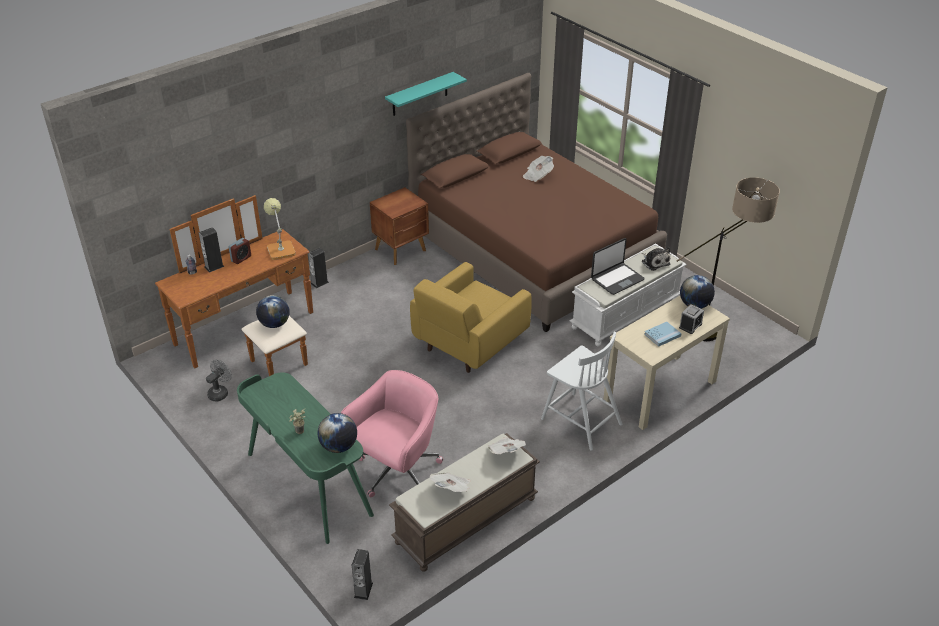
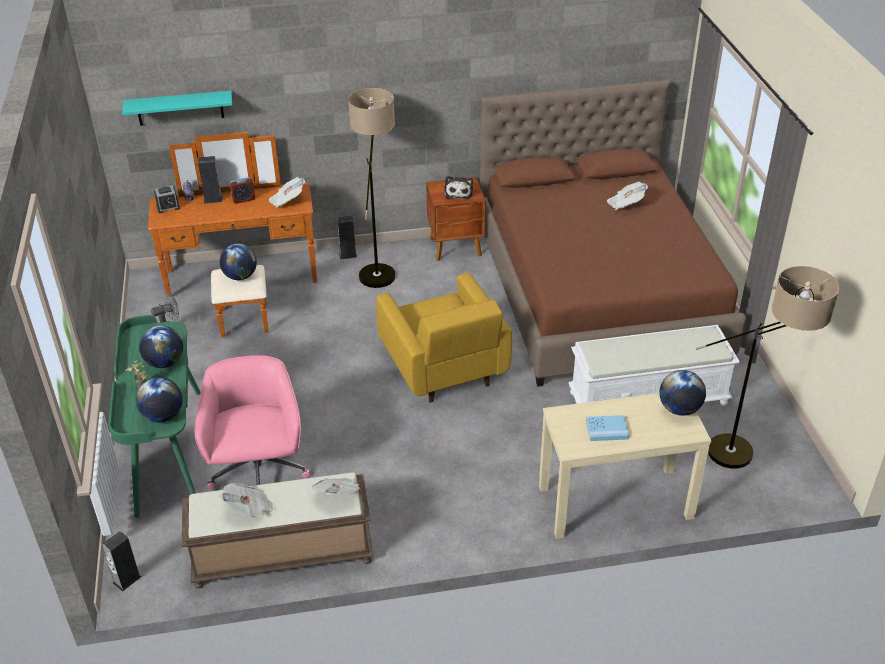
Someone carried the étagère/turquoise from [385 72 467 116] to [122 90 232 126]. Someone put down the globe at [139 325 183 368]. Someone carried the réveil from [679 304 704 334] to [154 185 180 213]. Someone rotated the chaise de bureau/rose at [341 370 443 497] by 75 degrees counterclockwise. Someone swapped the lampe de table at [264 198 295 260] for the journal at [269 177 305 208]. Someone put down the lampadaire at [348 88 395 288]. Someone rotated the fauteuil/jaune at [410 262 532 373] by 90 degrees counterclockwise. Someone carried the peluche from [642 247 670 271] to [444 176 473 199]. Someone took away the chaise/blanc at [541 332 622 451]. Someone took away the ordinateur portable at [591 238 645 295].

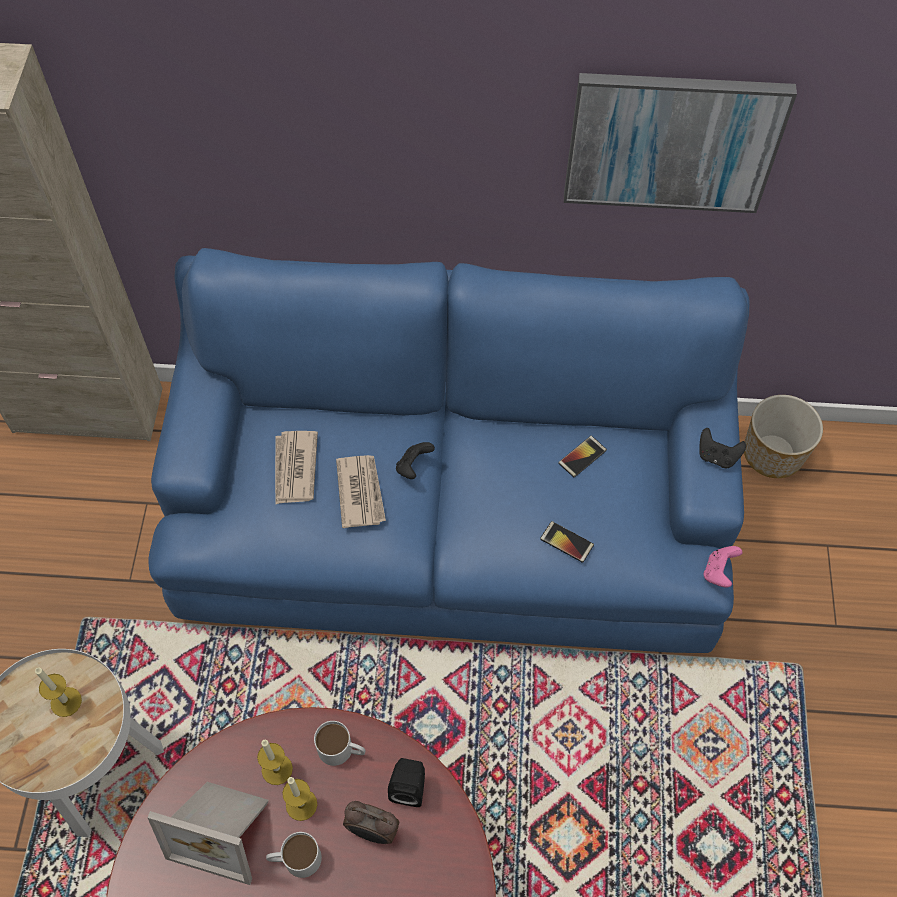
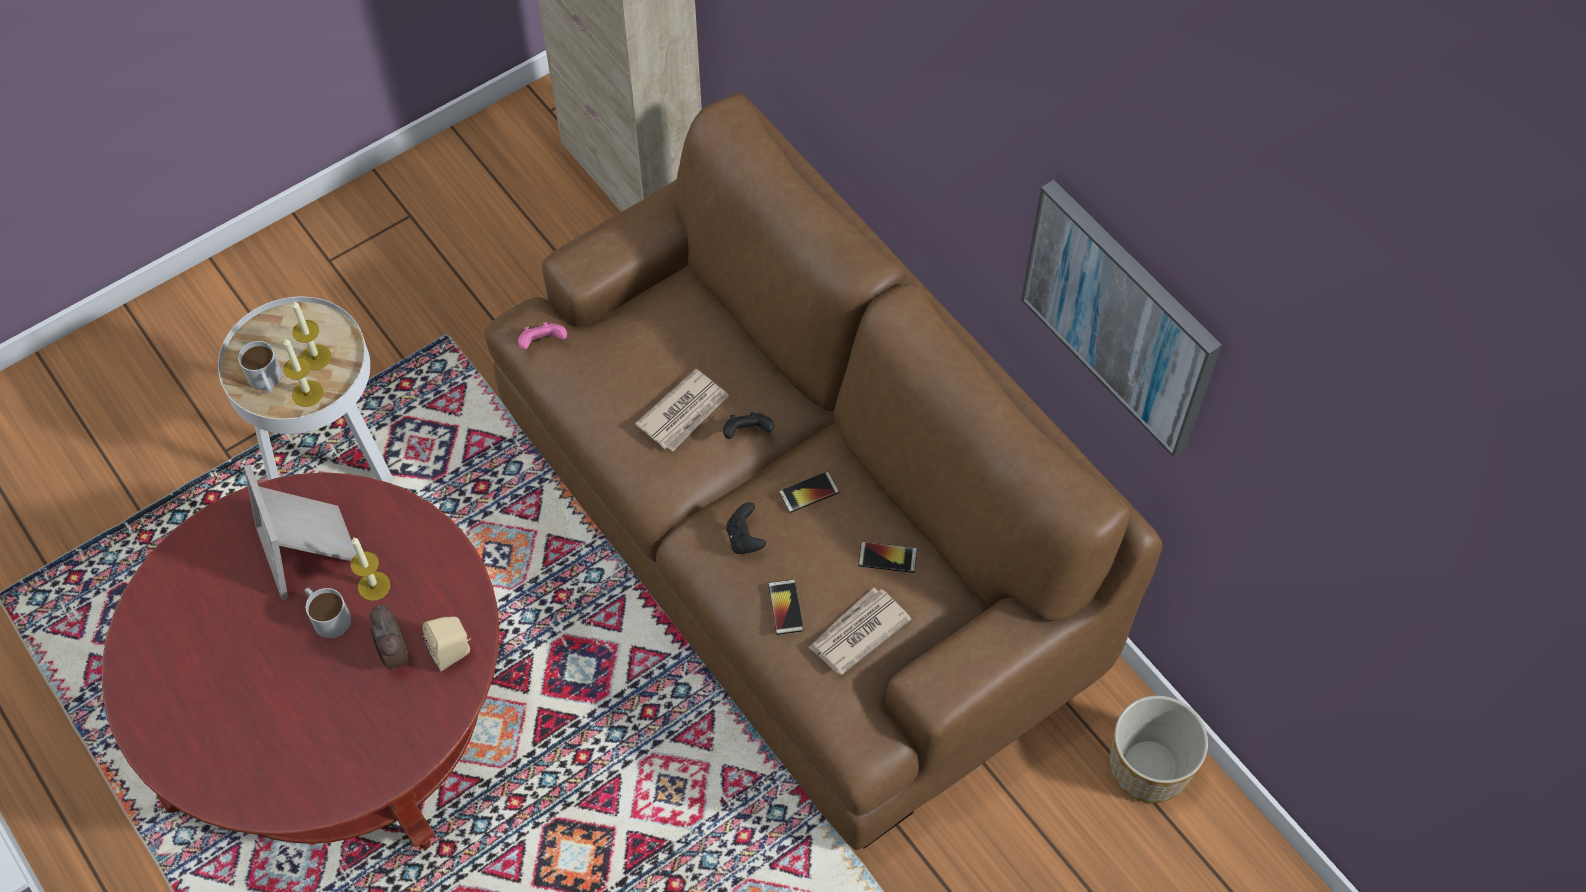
Someone carried the mug/blanc from [314 721 366 766] to [238 341 282 394]. Someone carried the bougie from [257 740 293 785] to [283 338 323 407]. Someone repainted the enceinte/noir at [388 758 425 807], which became the enceinte/beige at [423 617 471 672]. Someone repainted the canapé/bleu at [149 248 750 653], which became the canapé/marron at [484 92 1162 850]. Someone carried the manette/rose from [704 546 742 588] to [518 322 567 350]. Someone carried the manette/noir from [699 428 746 468] to [726 502 766 554]. Someone put down the téléphone at [779 471 839 513]. Someone carried the journal from [275 431 318 505] to [809 588 911 675].

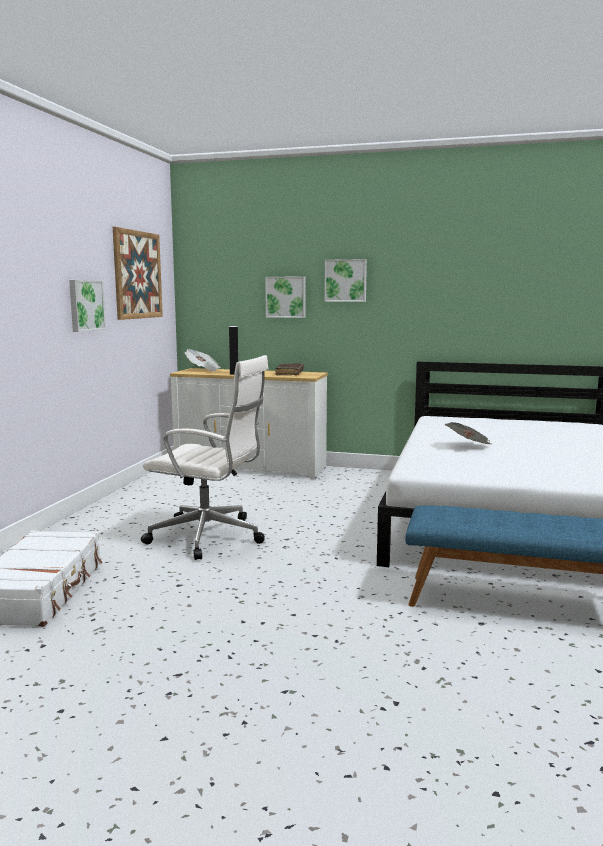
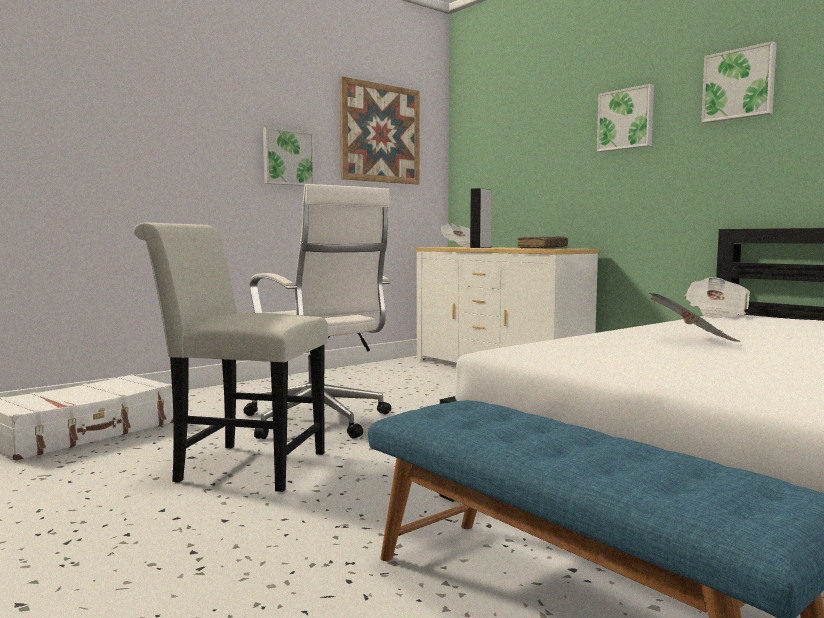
Someone put down the chaise/blanc at [134 223 328 492]. Someone put down the journal at [685 277 750 318]. Someone carried the tableau from [265 276 306 318] to [701 41 777 123].

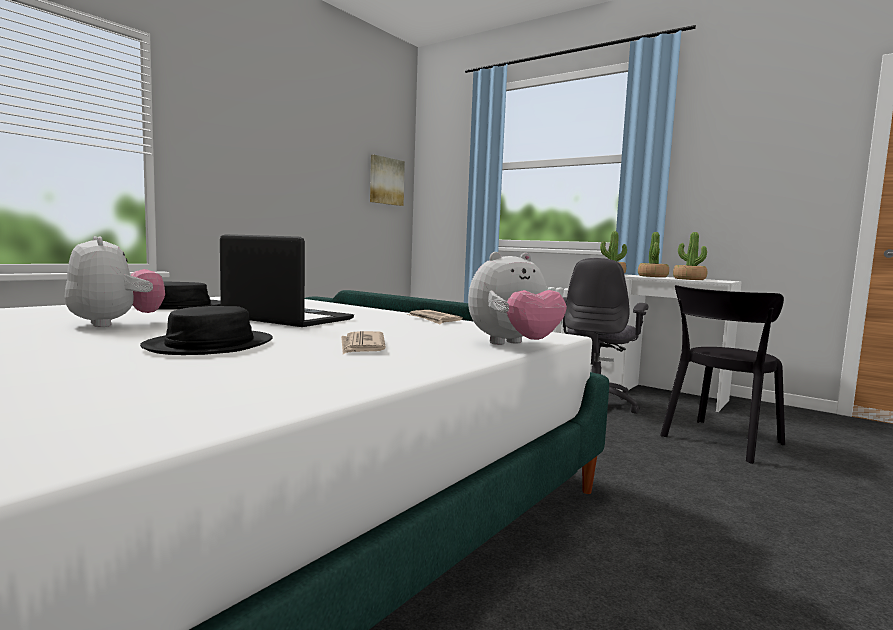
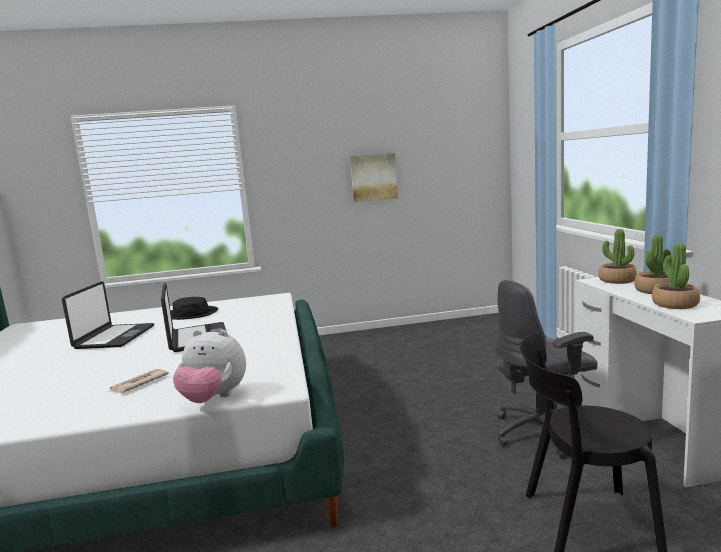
Someone swapped the peluche at [65 236 165 327] for the ordinateur portable at [62 281 154 349]. Someone carried the tableau from [370 155 405 206] to [350 153 398 202]. Someone took away the chapeau/noir at [140 306 273 355]. Someone took away the journal at [407 310 463 324].

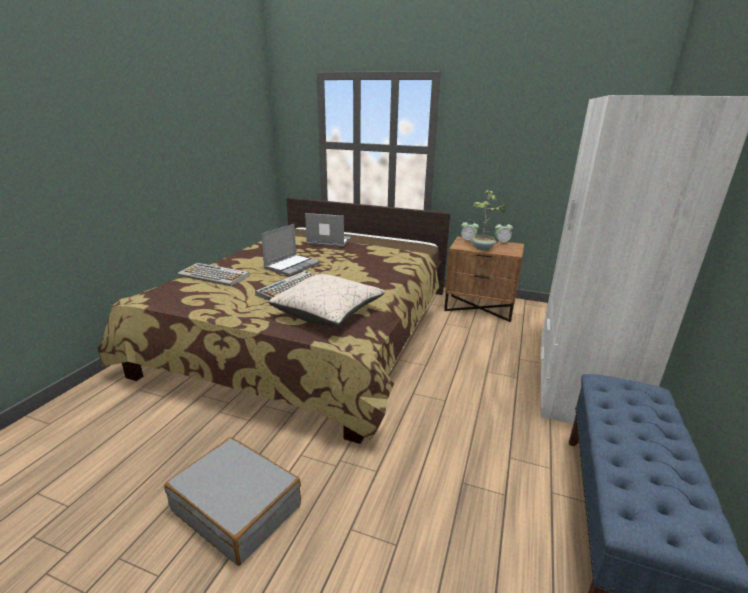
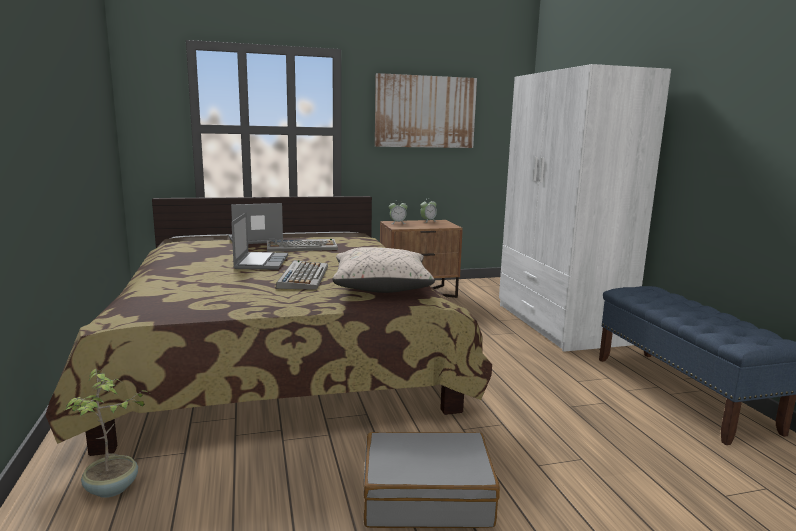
Someone carried the plante en pot from [472 190 507 250] to [65 368 149 498]. Someone carried the clavier from [178 263 250 286] to [267 239 338 252]. Someone put up the tableau at [375 73 477 148].

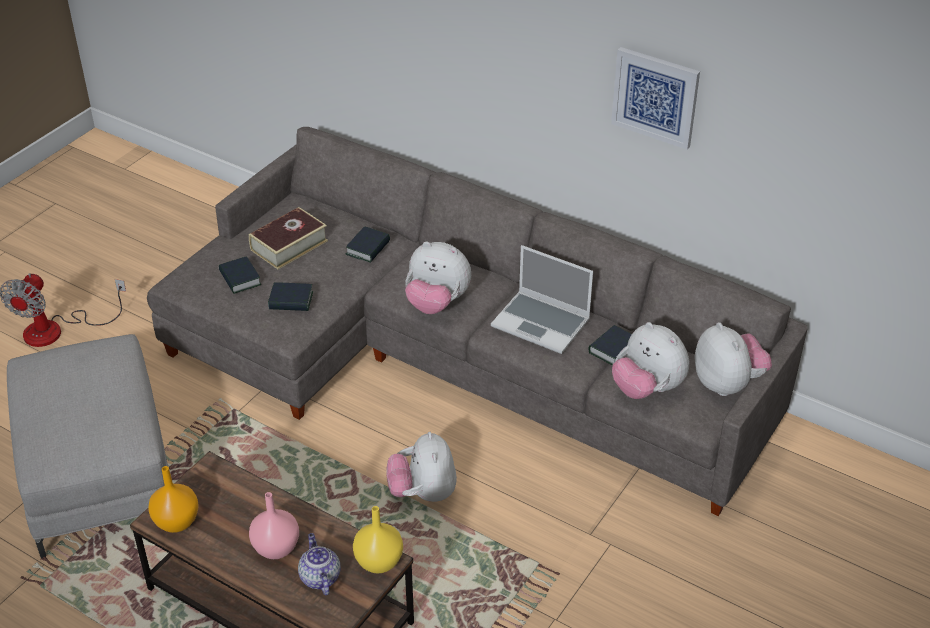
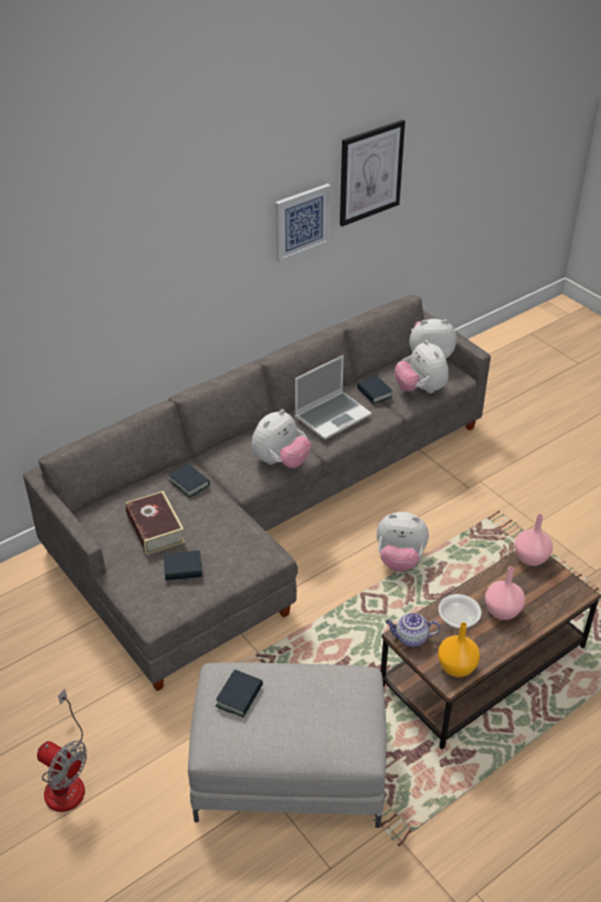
Someone carried the livre from [268 282 313 311] to [216 670 263 717]. Someone put up the tableau at [340 120 405 227]. Someone carried the théière from [298 533 341 595] to [386 613 441 647]. Someone rotated the peluche at [612 322 689 399] by 90 degrees clockwise. Someone put down the bol at [438 594 481 629]. Someone repainted the vase/jaune at [353 506 403 574], which became the vase/rose at [515 514 553 566].

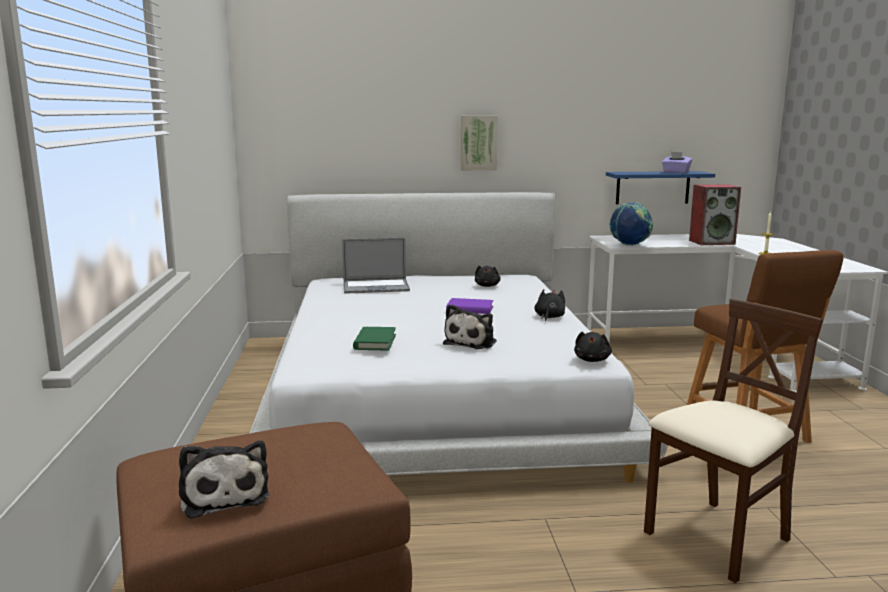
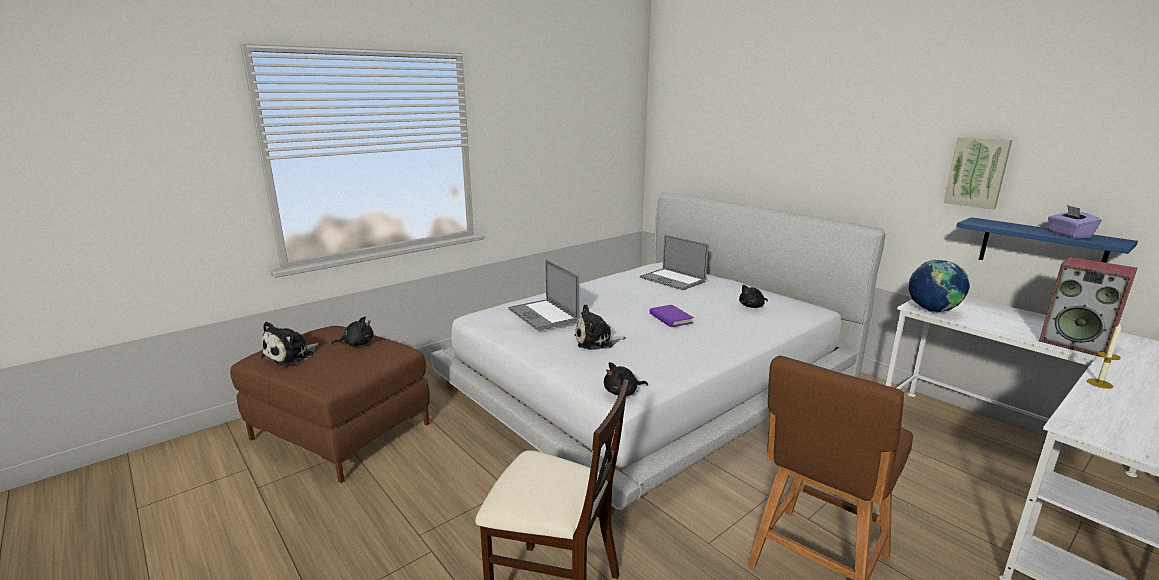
Someone carried the peluche/noir from [534 289 565 322] to [331 317 374 346]. Someone swapped the livre/vert at [353 327 396 351] for the ordinateur portable at [508 260 579 331]. Someone carried the tableau from [461 116 498 171] to [944 137 1012 209].

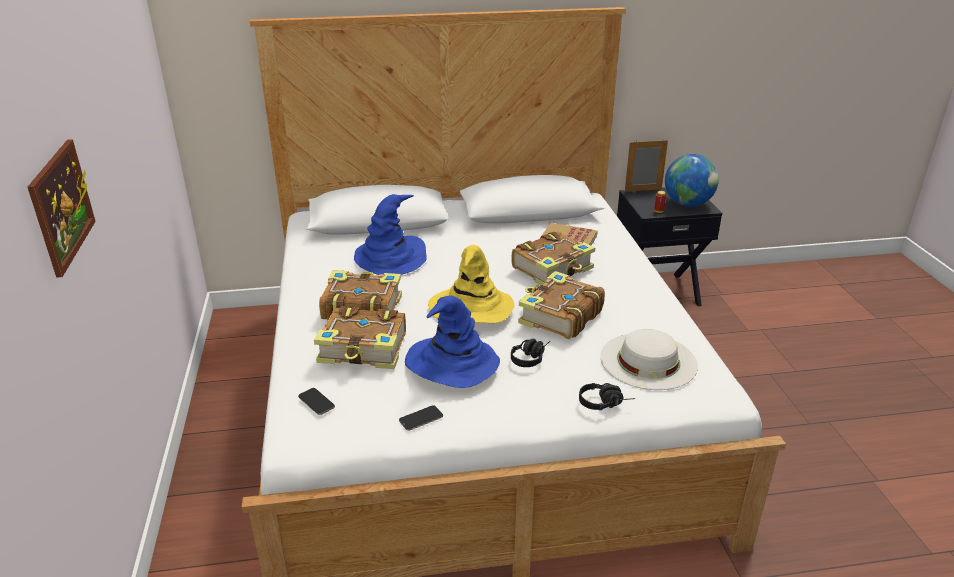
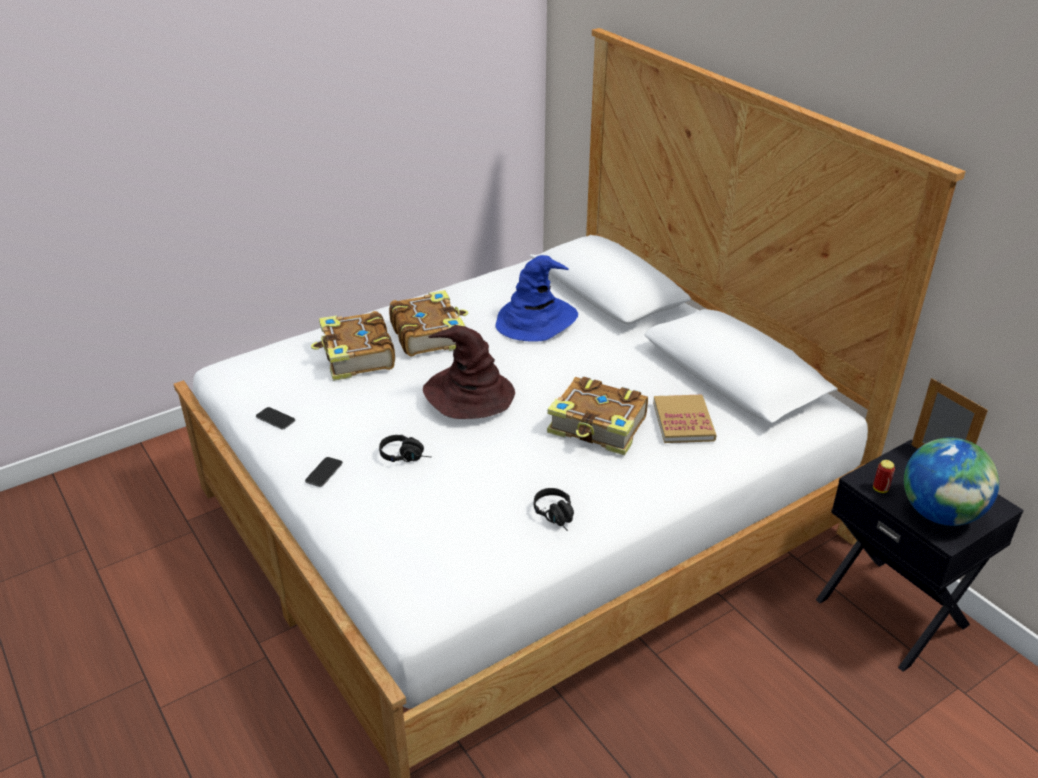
Someone carried the téléphone from [298 388 335 415] to [305 457 343 487]. Someone repainted the chapeau/jaune at [428 245 515 323], which became the chapeau/marron at [423 325 515 419]. Someone carried the casque audio/noir from [579 383 635 410] to [534 488 574 531]. Someone took away the tableau at [28 139 96 278]. Someone took away the chapeau/bleu at [405 296 500 388]. Someone took away the livre at [518 271 605 339]. Someone took away the chapeau/blanc at [600 329 698 390].

